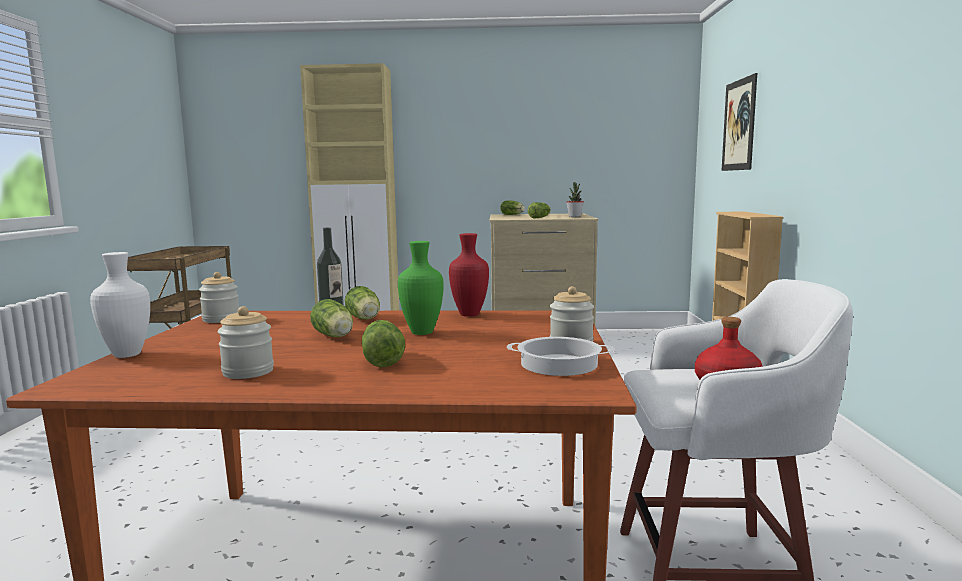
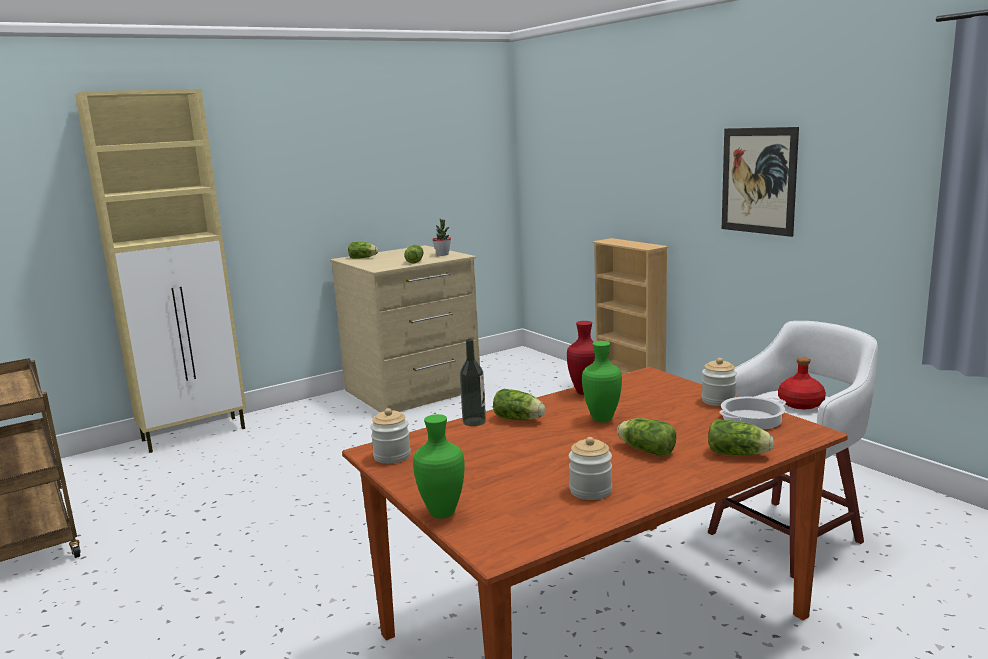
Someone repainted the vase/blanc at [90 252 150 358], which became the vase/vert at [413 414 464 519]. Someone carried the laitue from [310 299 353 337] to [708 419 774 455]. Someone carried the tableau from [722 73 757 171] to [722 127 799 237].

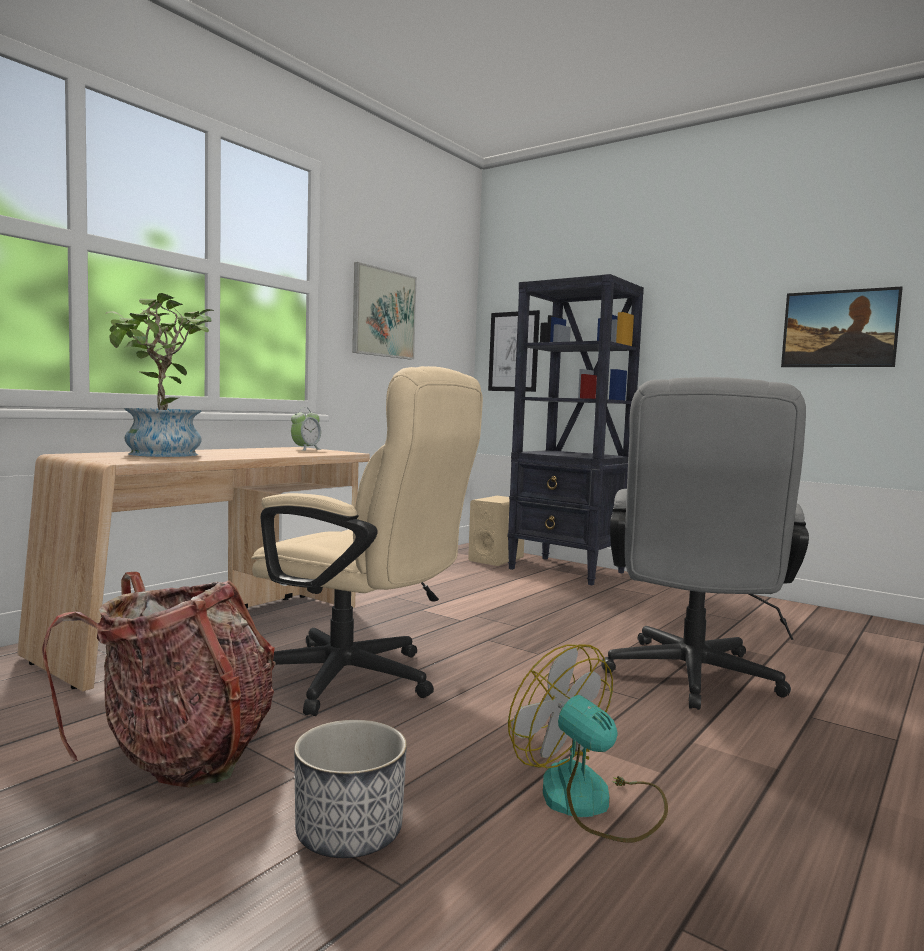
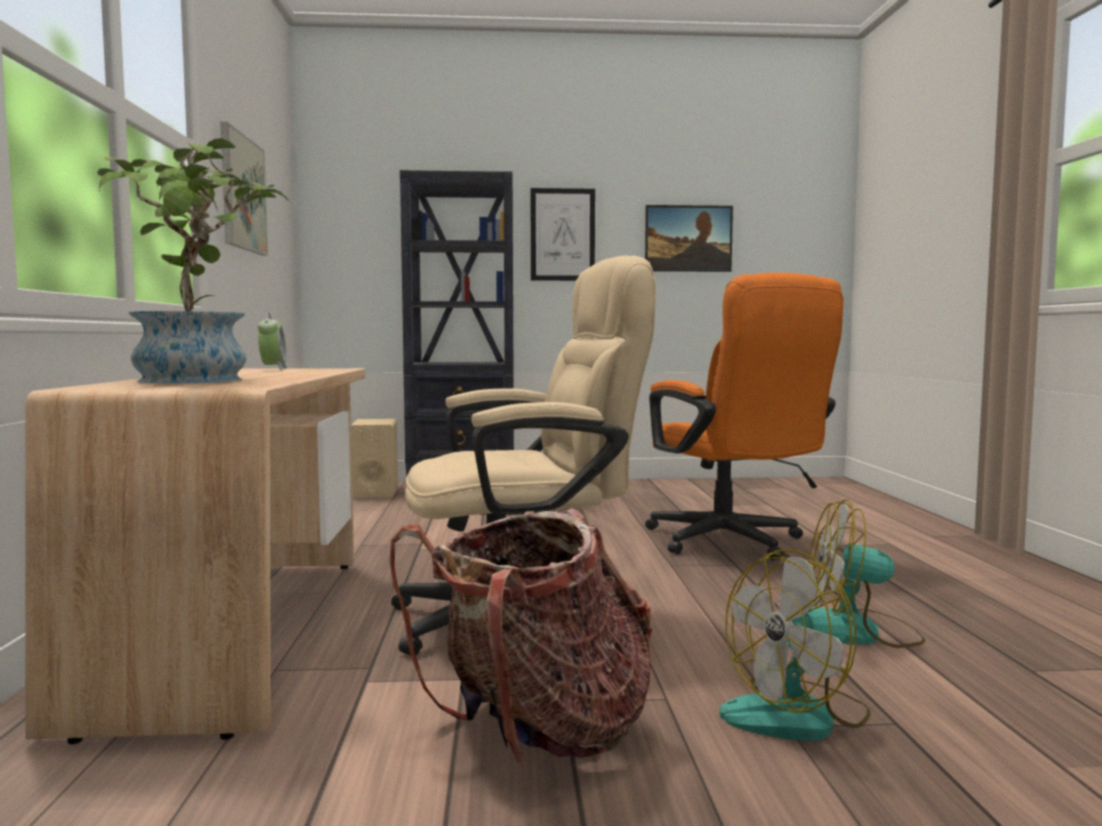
Someone carried the tableau from [488 310 540 392] to [531 188 595 281]. Someone repainted the chaise de bureau/gris at [601 377 809 710], which became the chaise de bureau/orange at [645 273 844 561]. Someone swapped the cache-pot at [294 720 407 858] for the ventilateur at [719 550 871 741].

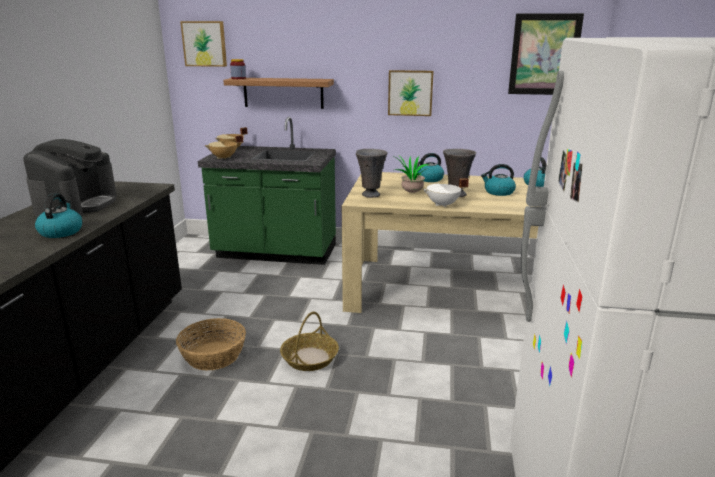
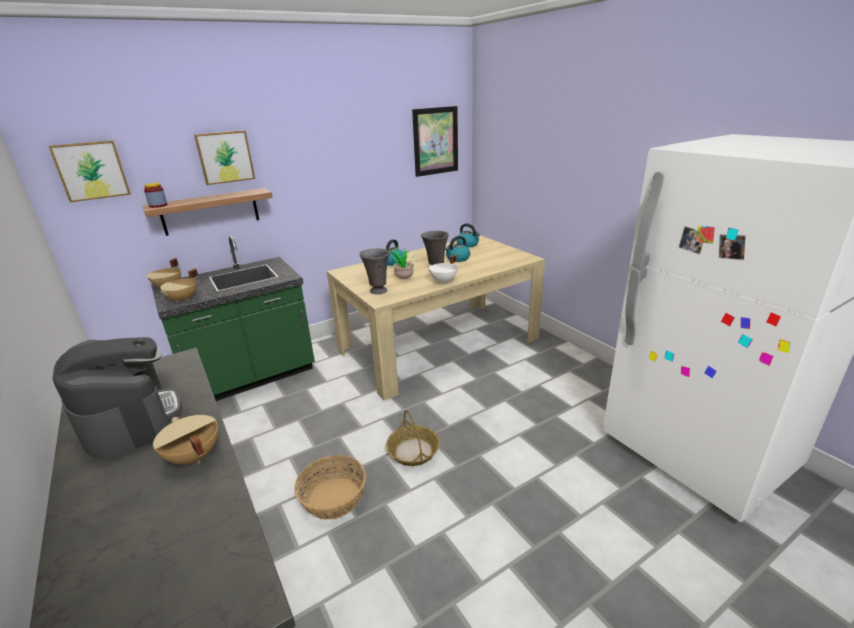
Someone swapped the bouilloire at [35 193 82 238] for the marmite/beige at [153 415 218 464]. Someone carried the tableau from [388 70 434 116] to [194 130 255 185].

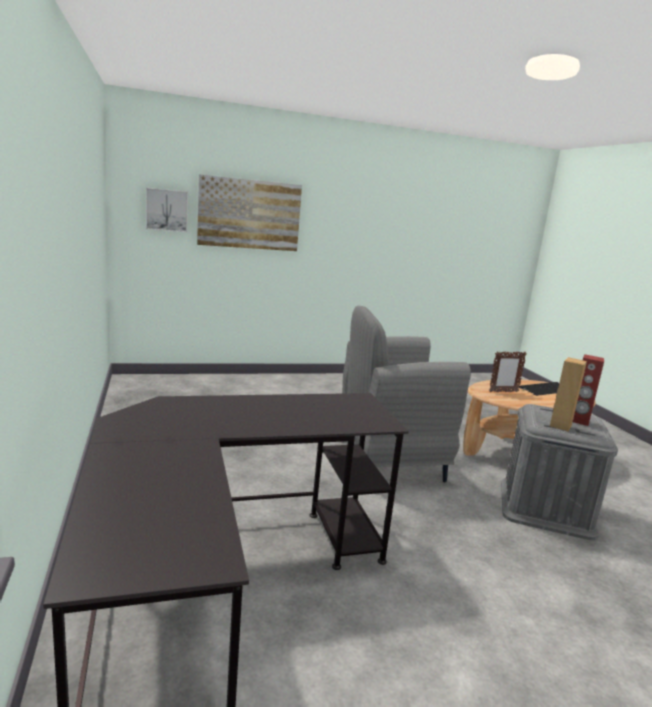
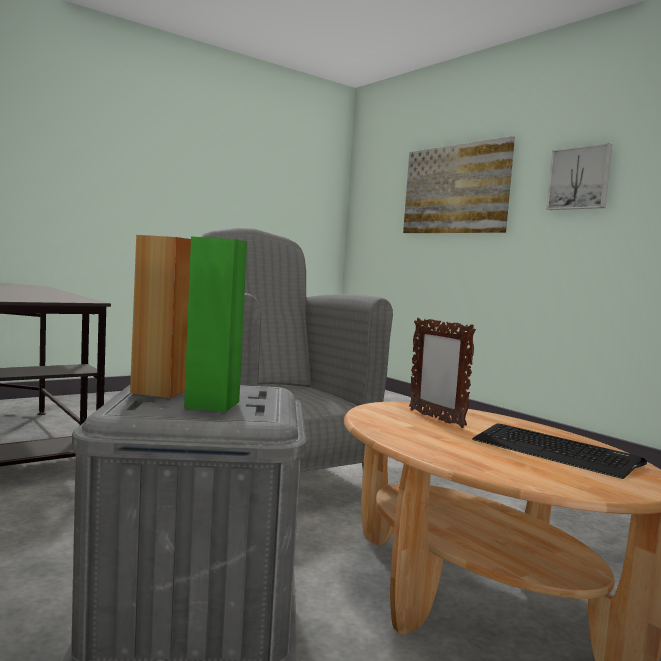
Someone repainted the enceinte/rouge at [573 354 604 426], which became the enceinte/vert at [184 237 247 412]. Someone carried the tableau from [146 188 188 232] to [546 143 612 210].

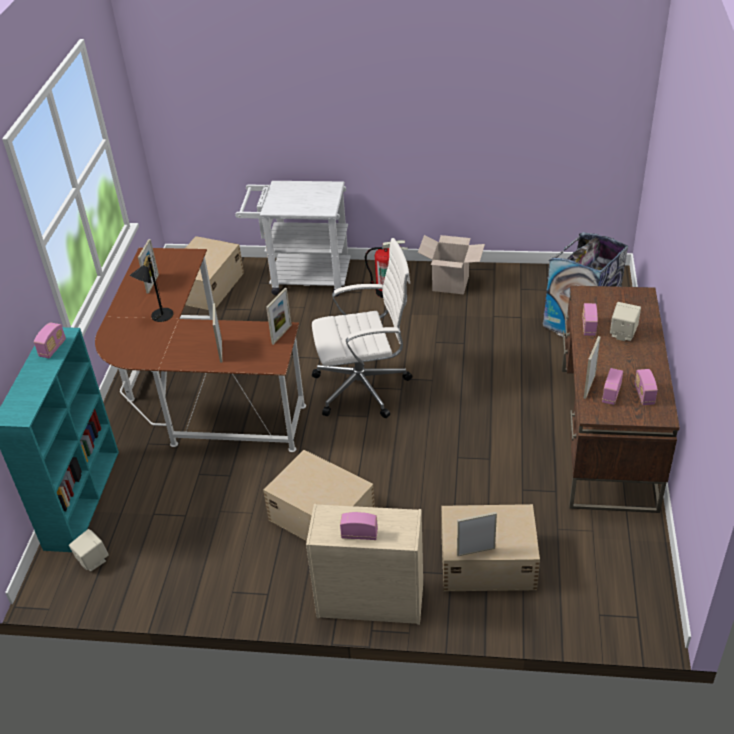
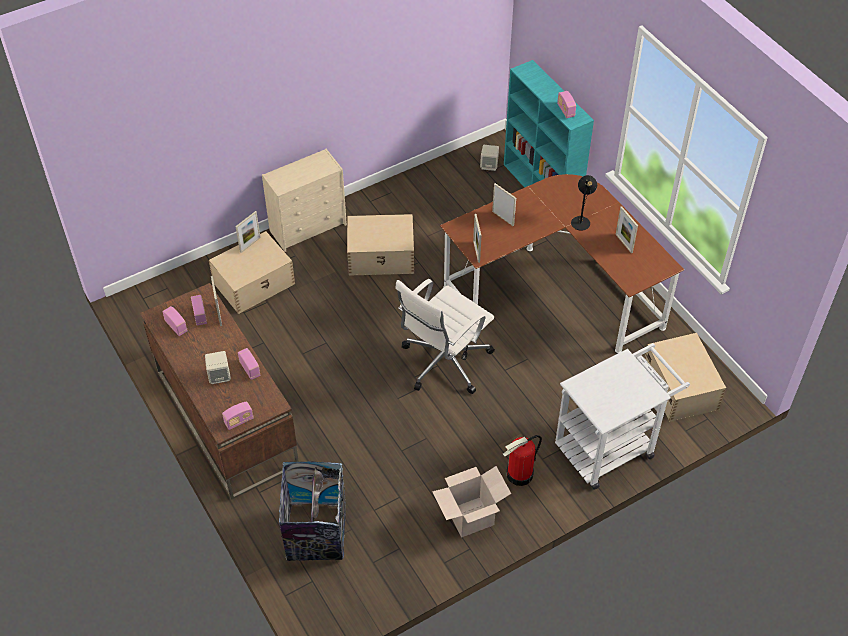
Someone carried the radio from [340 512 378 540] to [222 402 253 430].

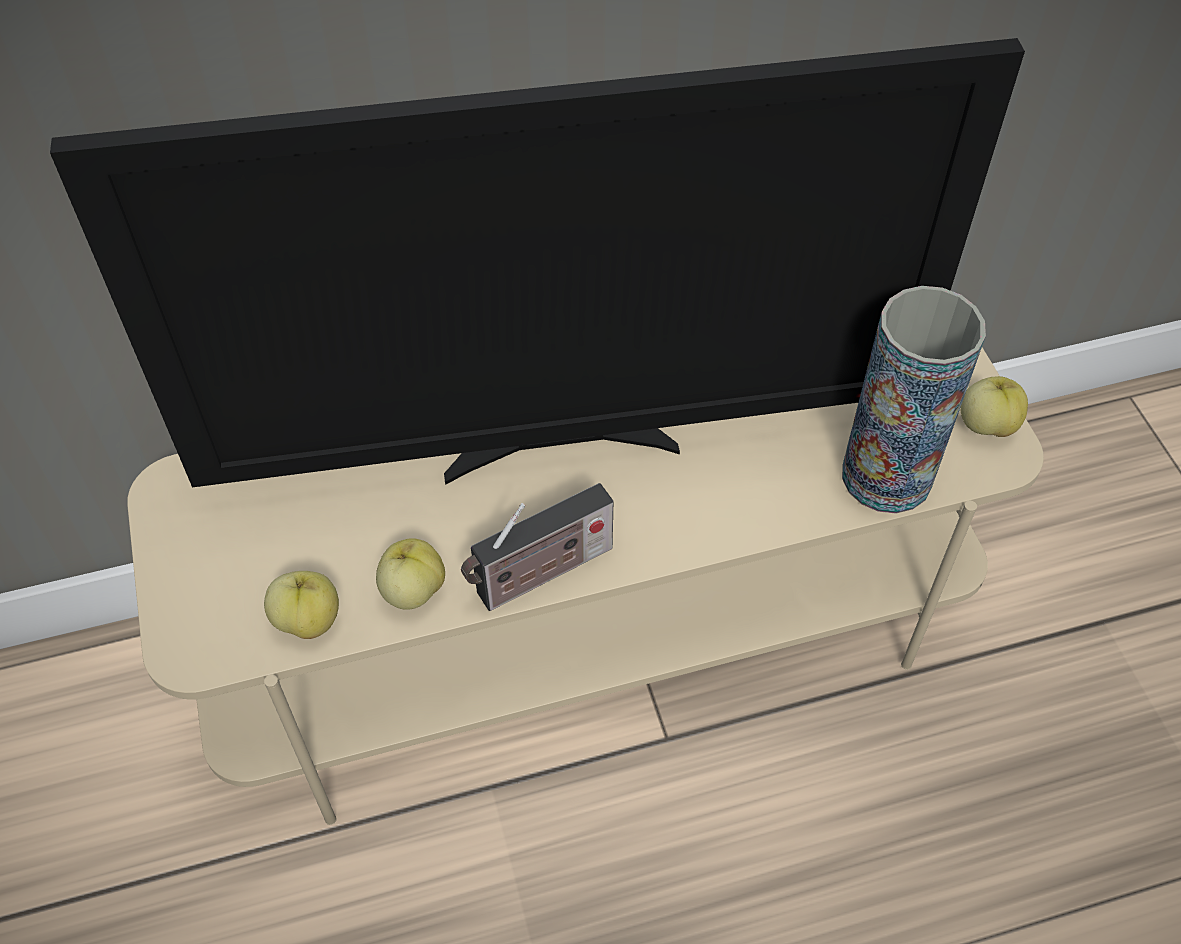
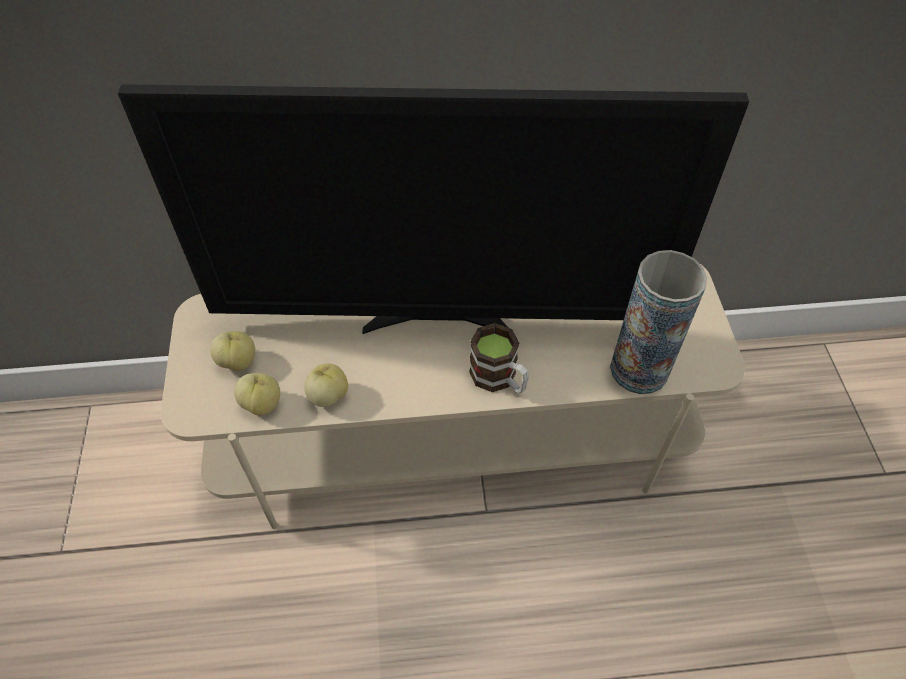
Someone carried the pomme from [960 376 1028 437] to [210 331 255 371]. Someone put down the mug at [469 323 529 393]. Someone took away the radio at [461 483 613 611].

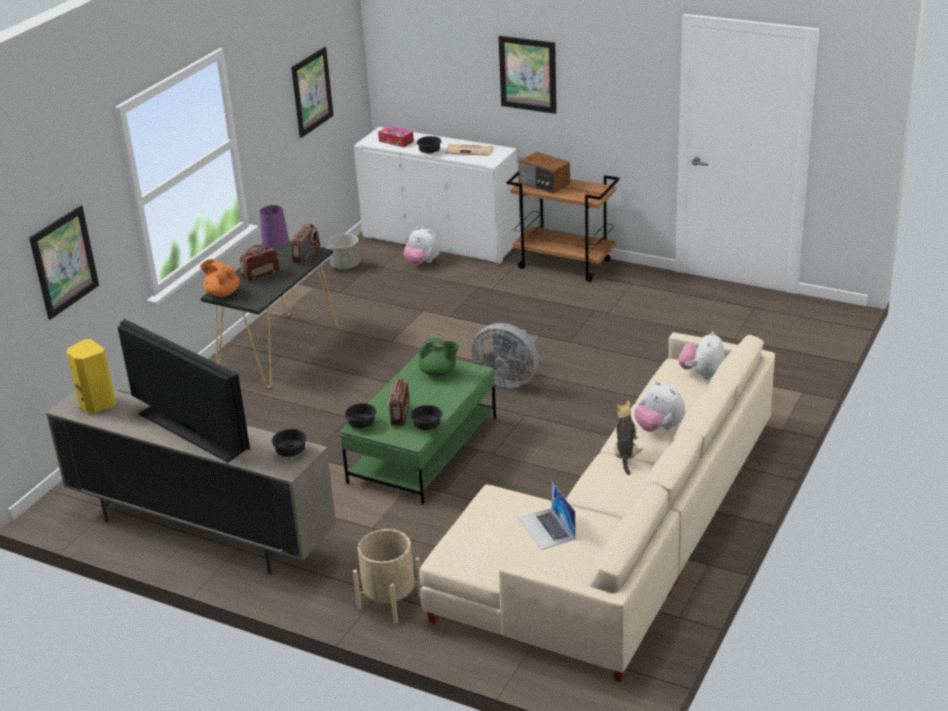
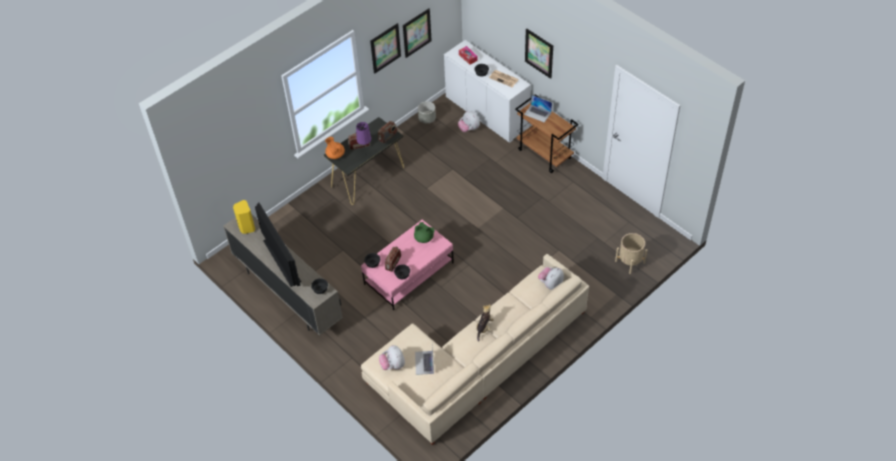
Someone repainted the table basse/vert at [340 352 496 505], which became the table basse/rose at [361 220 454 310]. Someone carried the tableau from [29 205 99 320] to [370 23 401 74]. Someone carried the peluche from [634 381 685 432] to [379 345 405 370]. Someone swapped the radio at [519 152 570 193] for the ordinateur portable at [524 95 552 122]. Someone carried the cache-pot/beige from [353 529 422 624] to [615 233 647 274]. Someone took away the ventilateur/gris at [472 323 539 388].

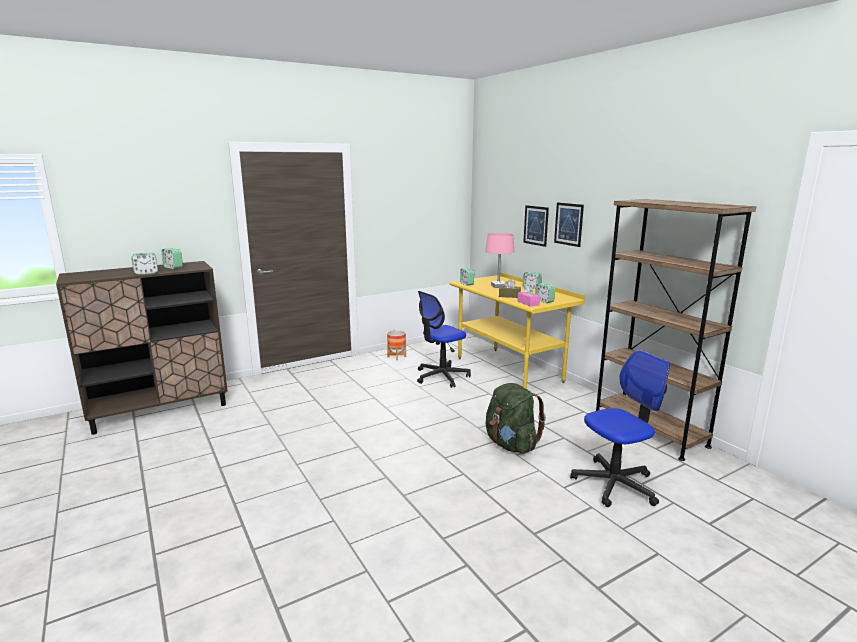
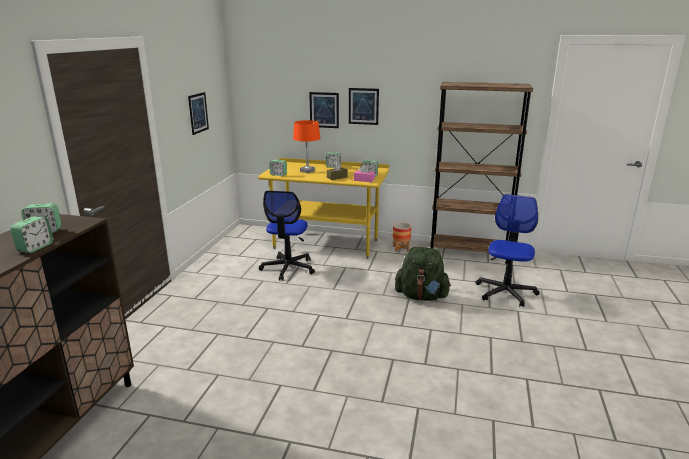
Someone put up the tableau at [188 92 209 135]. Someone repainted the lampe de table/rose at [485 233 514 288], which became the lampe de table/orange at [293 120 320 173]. Someone carried the cache-pot from [387 330 406 360] to [393 222 411 252].

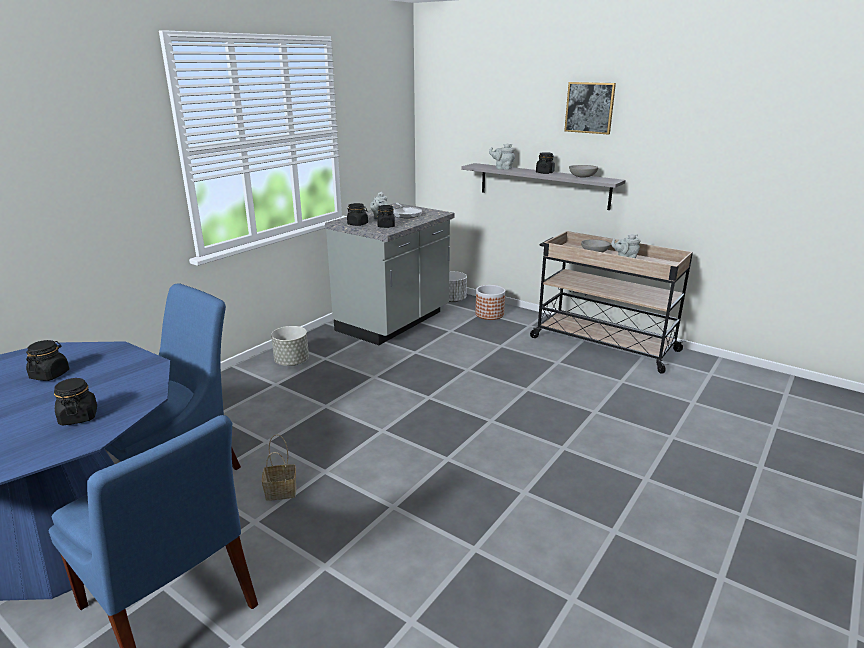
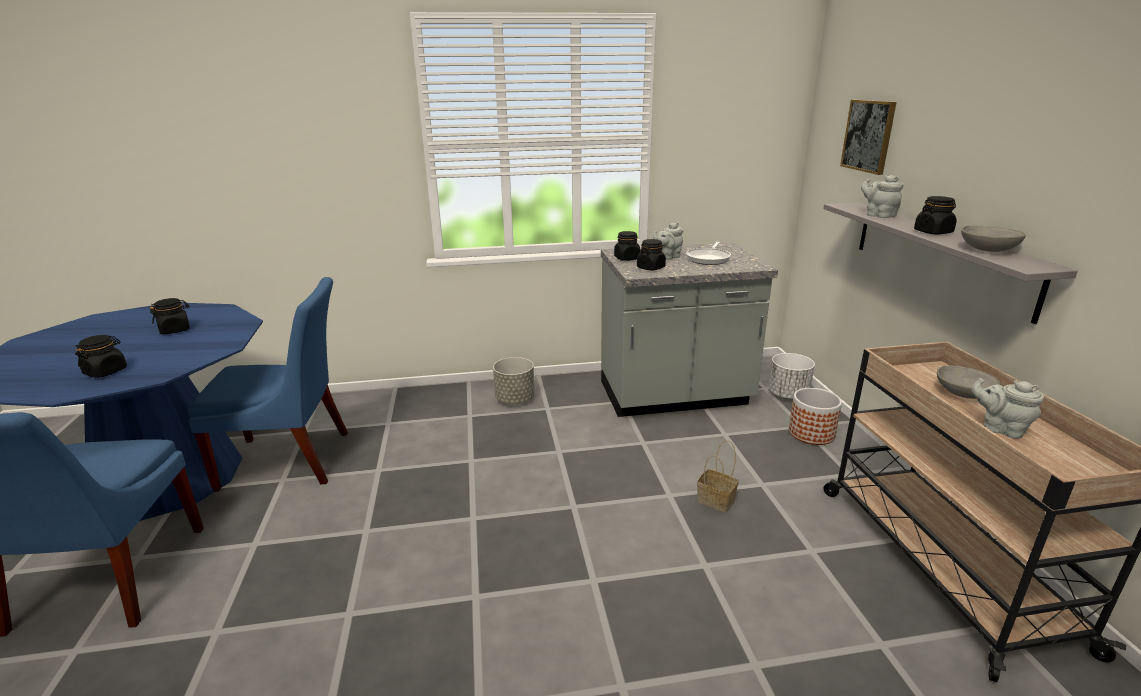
Someone carried the panier from [262 434 296 501] to [697 440 739 513]. Someone carried the tableau from [564 82 616 135] to [840 100 897 175].

